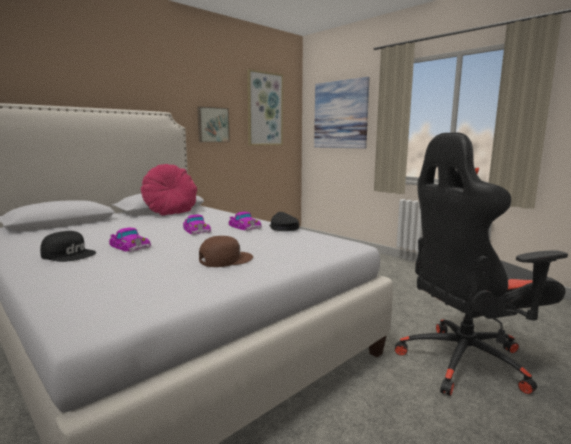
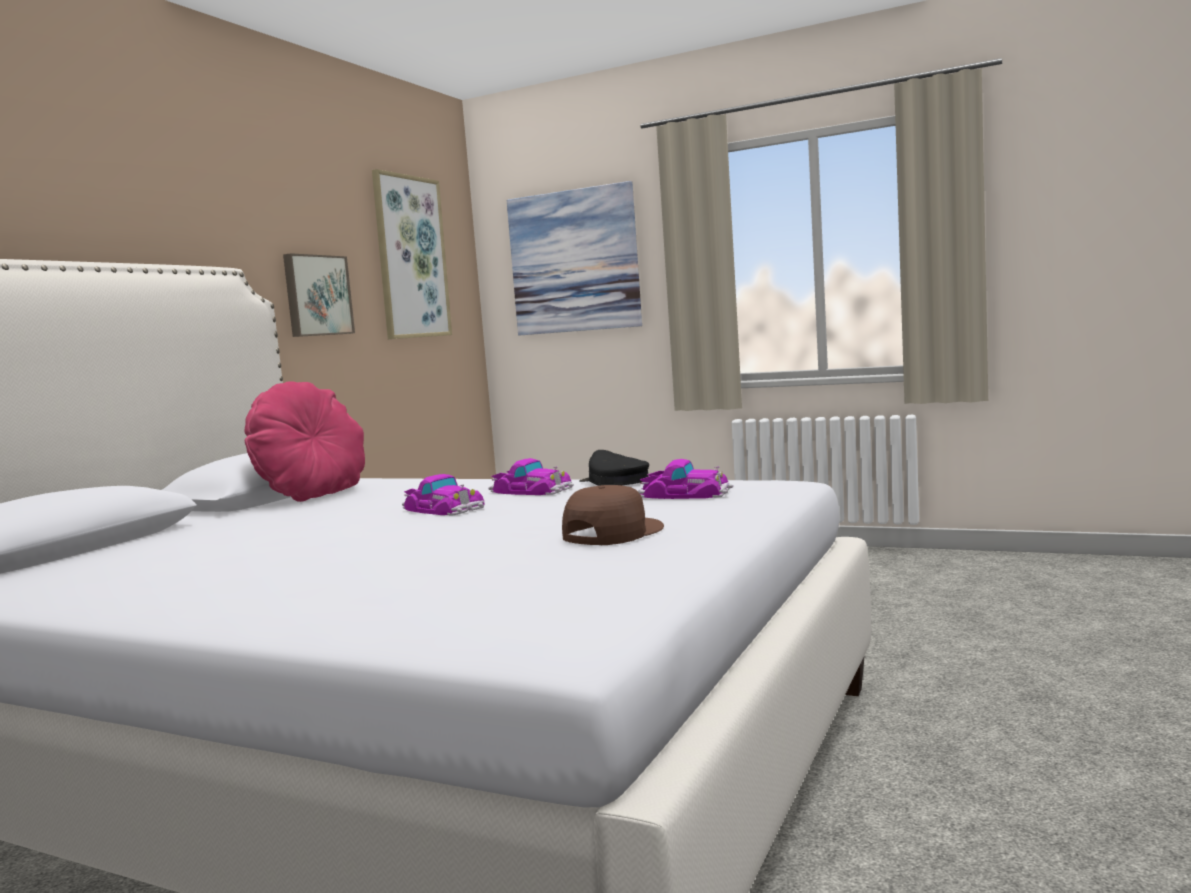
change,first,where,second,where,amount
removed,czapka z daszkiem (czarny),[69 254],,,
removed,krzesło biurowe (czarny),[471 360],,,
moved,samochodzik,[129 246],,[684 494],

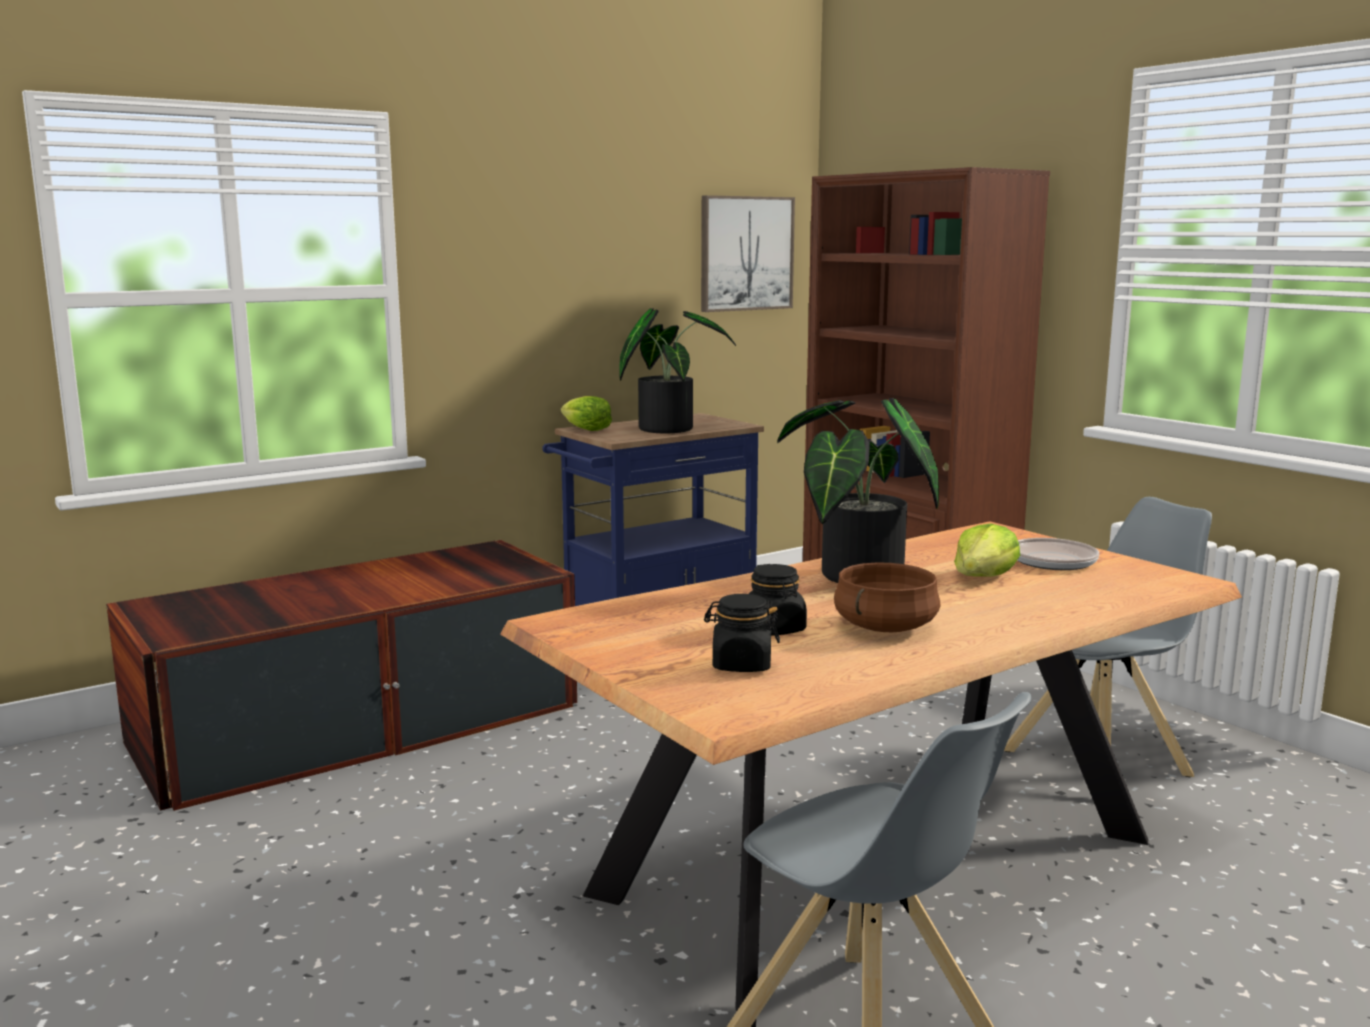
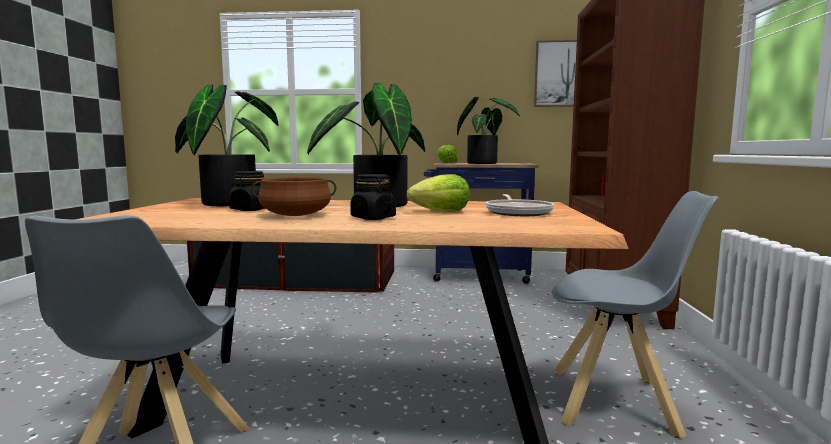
change,first,where,second,where,amount
added,,,roślina doniczkowa,[228 203],
moved,słoik (czarny),[741 665],,[373 218],

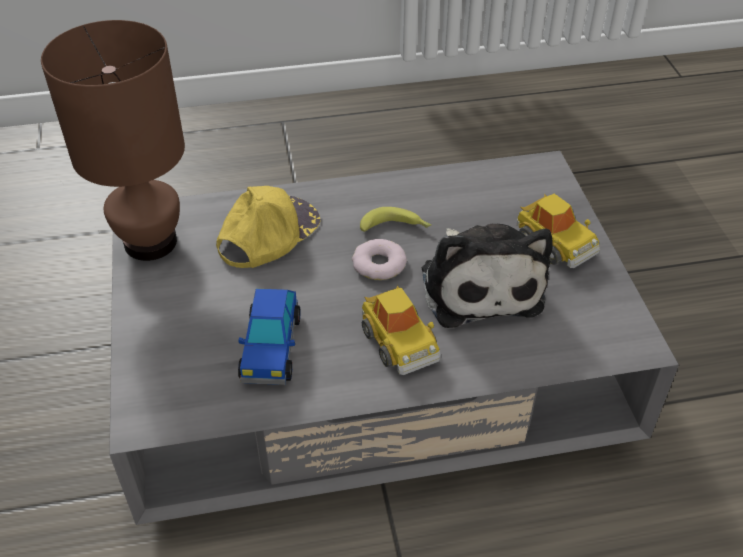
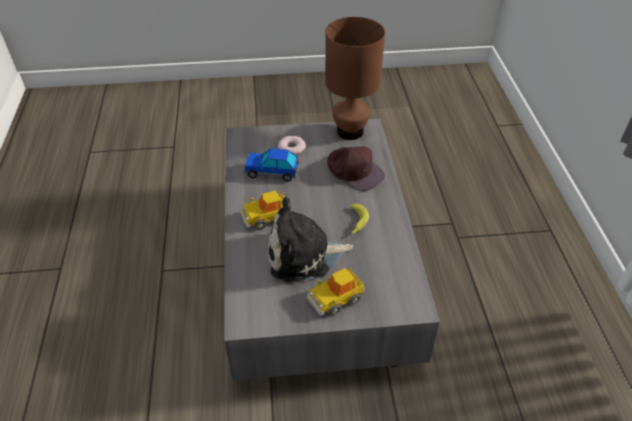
change,first,where,second,where,amount
moved,donut,[379 264],,[291 148],
recoloured,czapka z daszkiem (żółty),[267 233],czapka z daszkiem (brązowy),[354 171],

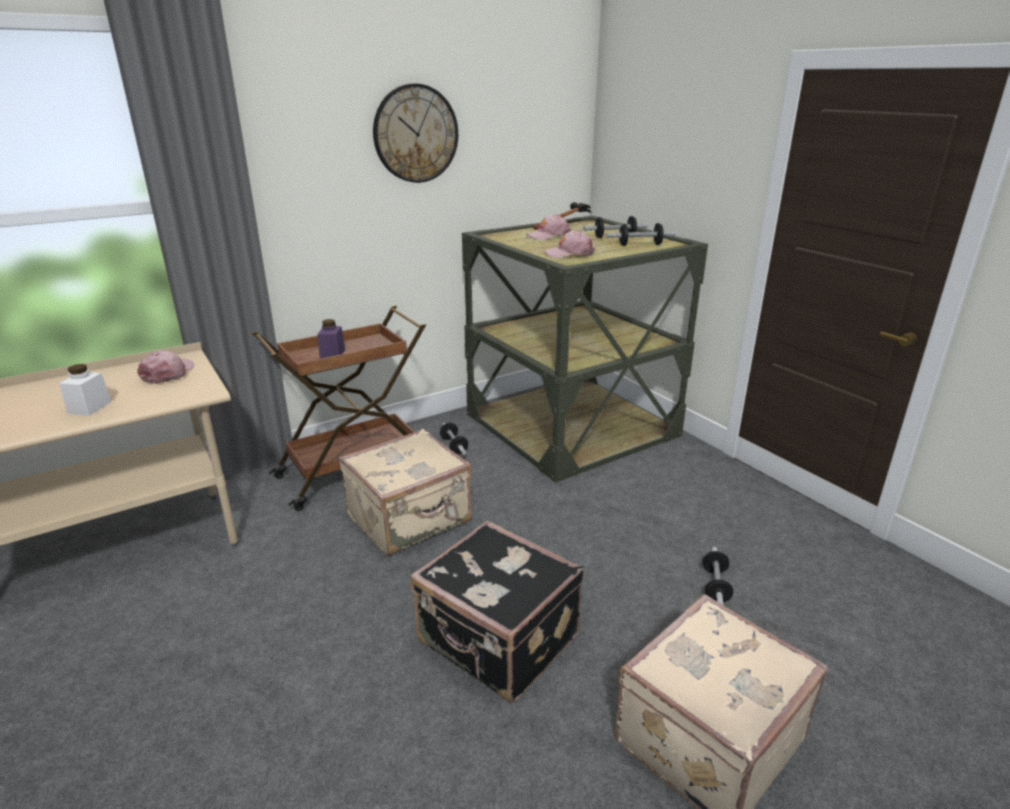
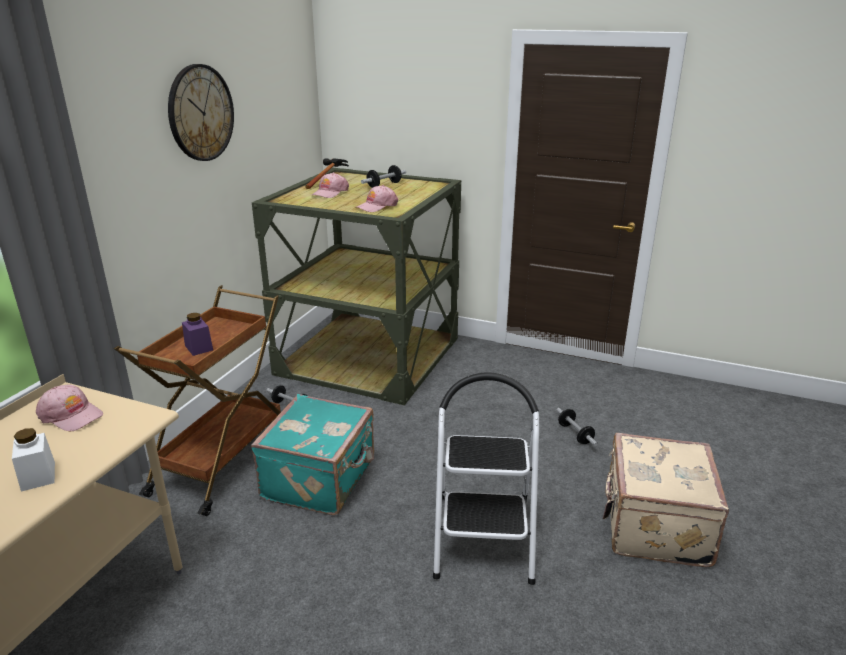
change,first,where,second,where,amount
removed,hantel,[640 245],,,
replaced,walizka (czarny),[497 641],drabinka,[484 534],
recoloured,walizka (beżowy),[410 519],walizka (turkusowy),[321 479],
turned,czapka z daszkiem (różowy),[168 373],,[71 415],150 degrees clockwise

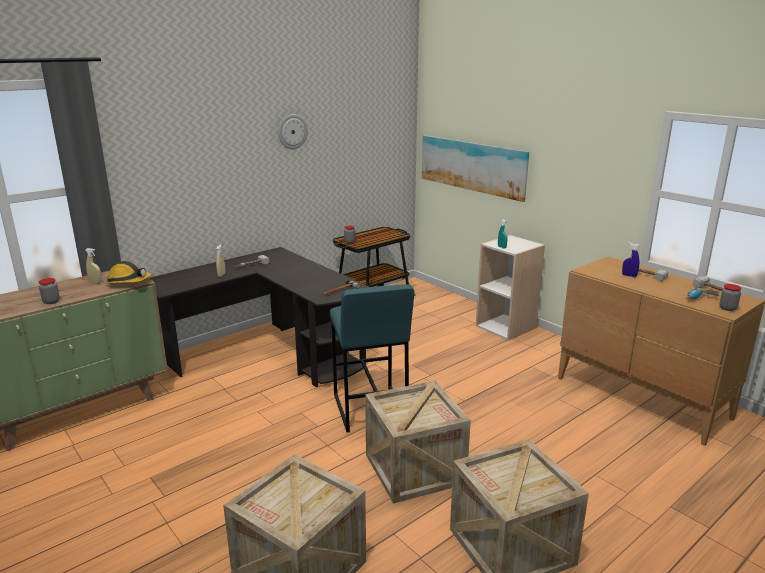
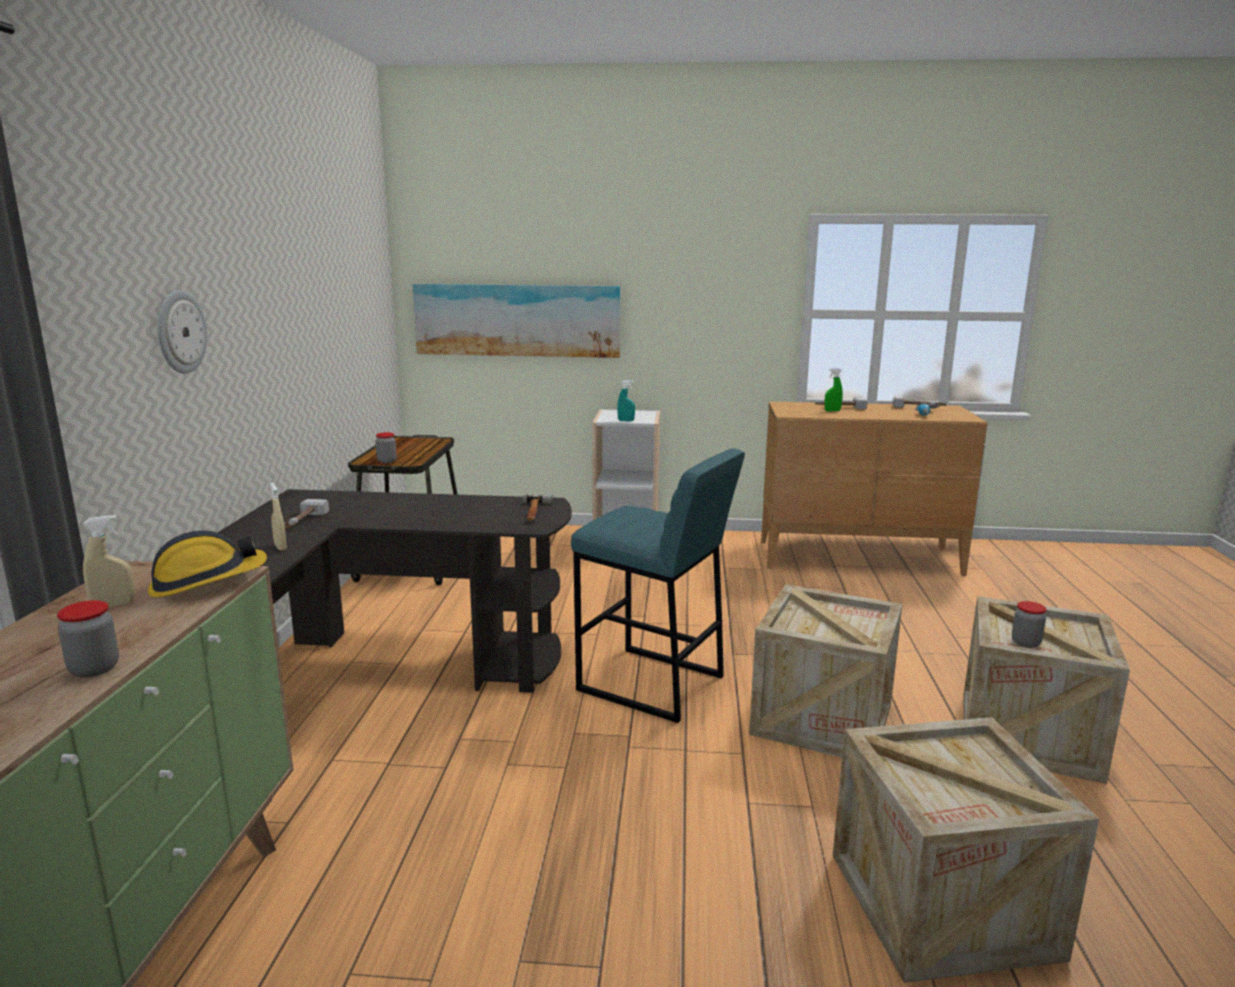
change,first,where,second,where,amount
moved,zegar ścienny,[292 131],,[180 332],
moved,słoik,[727 308],,[1025 643],
recoloured,spryskiwacz (niebieski),[629 276],spryskiwacz (zielony),[832 411],

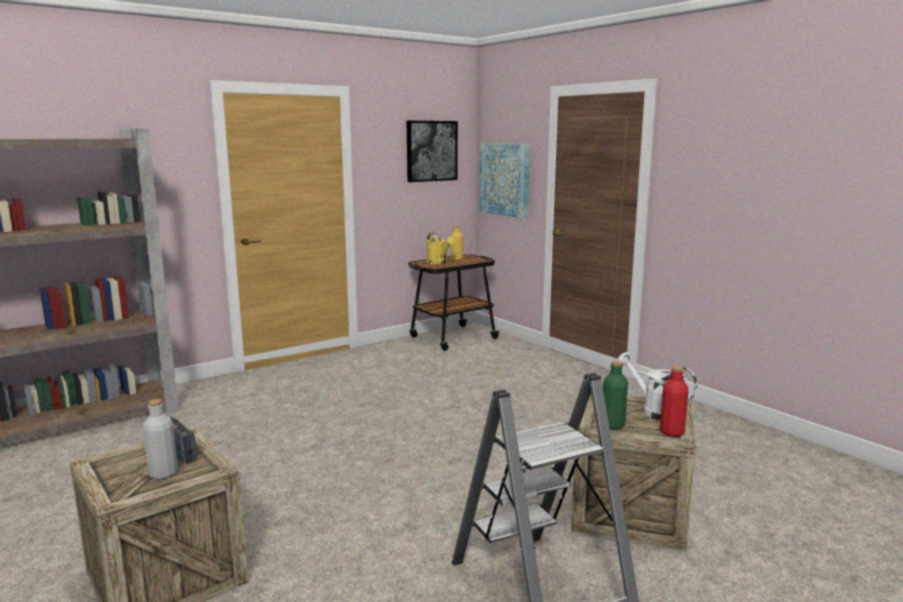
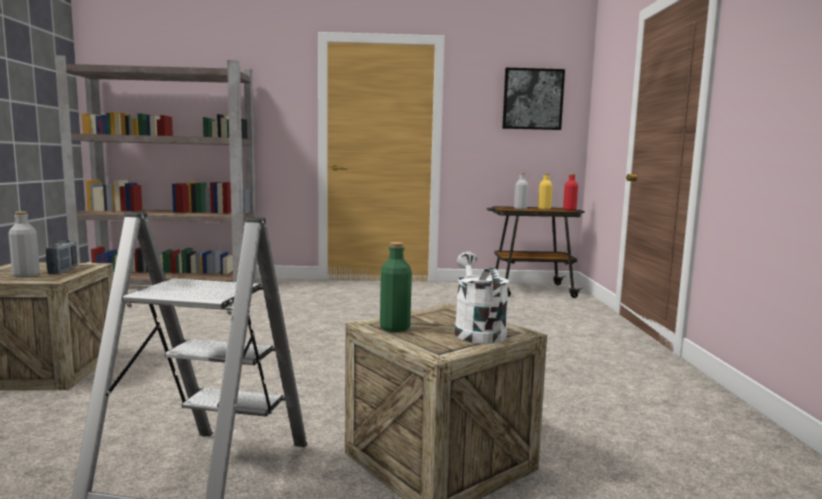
change,first,where,second,where,amount
removed,obraz,[505 179],,,
moved,butelka (czerwony),[671 432],,[569 210],
replaced,konewka (żółty),[439 262],butelka (szary),[520 209],

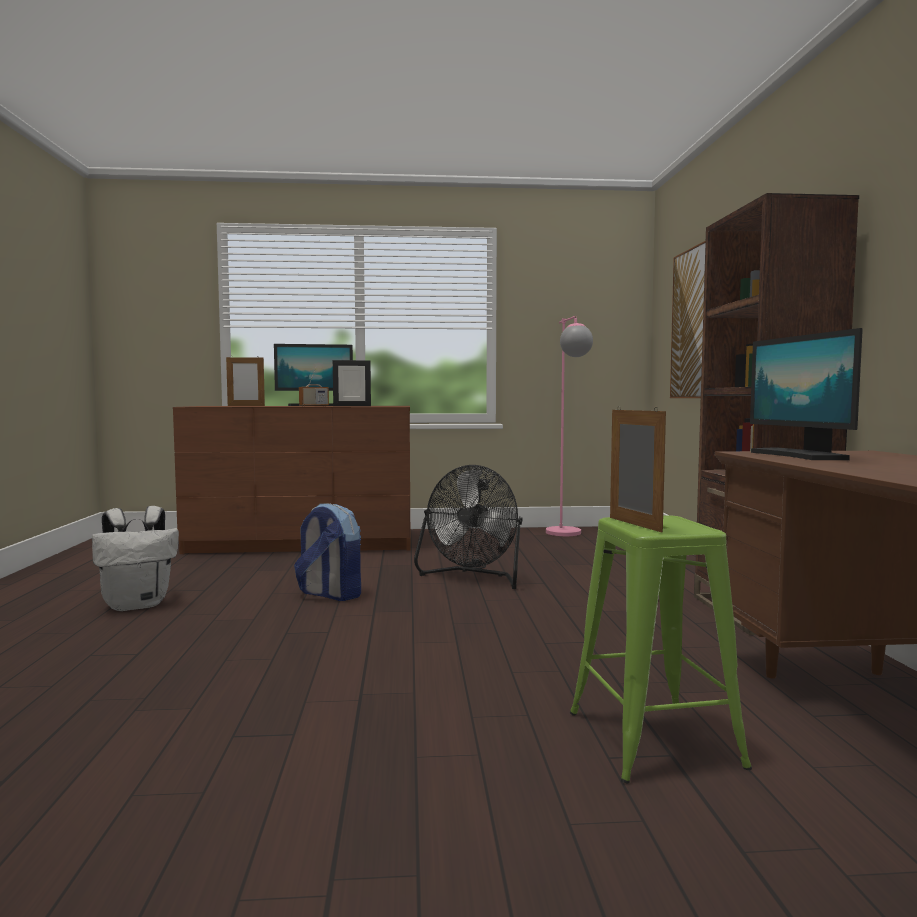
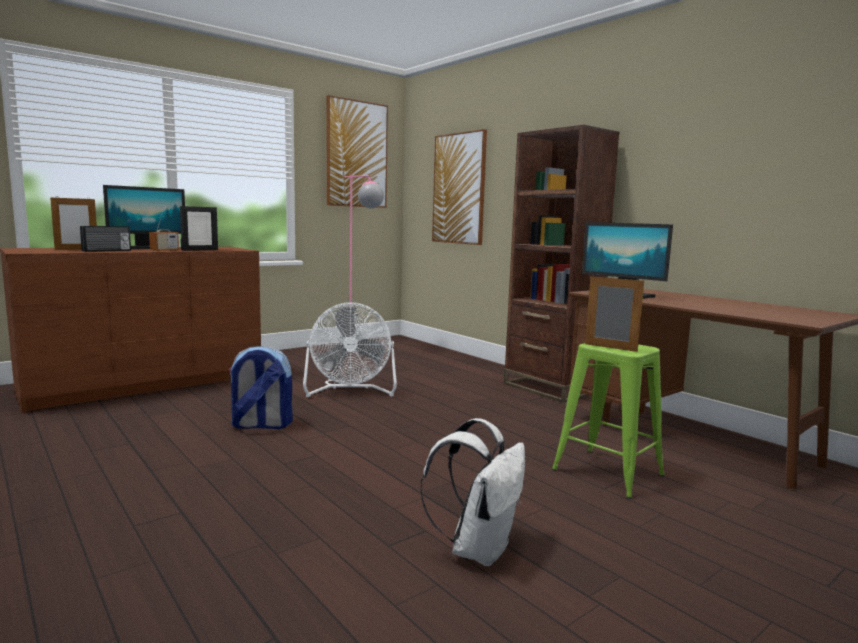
change,first,where,second,where,amount
added,,,radio,[107 251],
added,,,obraz,[356 154],
moved,plecak (biały),[138 604],,[478 549],
recoloured,wentylator (czarny),[472 576],wentylator (biały),[347 391],

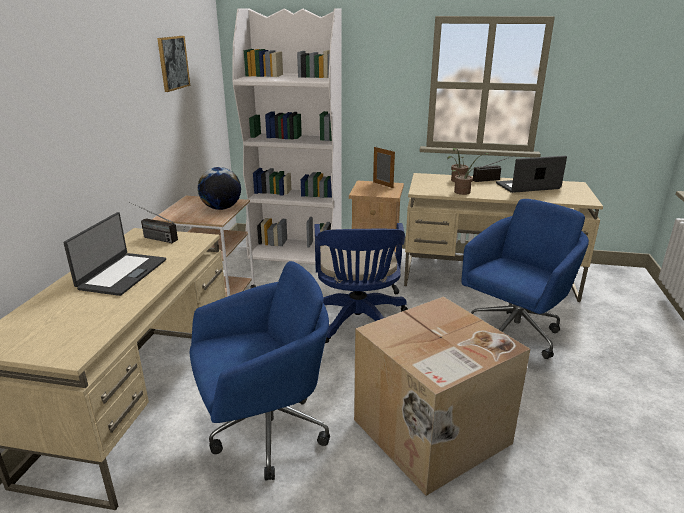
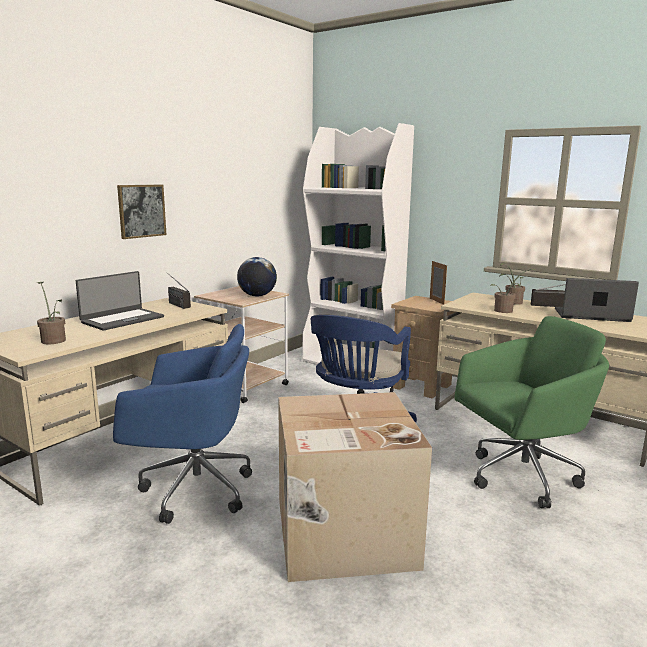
change,first,where,second,where,amount
added,,,roślina doniczkowa,[53 340],
moved,obraz,[173 63],,[141 211],
recoloured,krzesło biurowe (niebieski),[512 337],krzesło biurowe (zielony),[518 479],

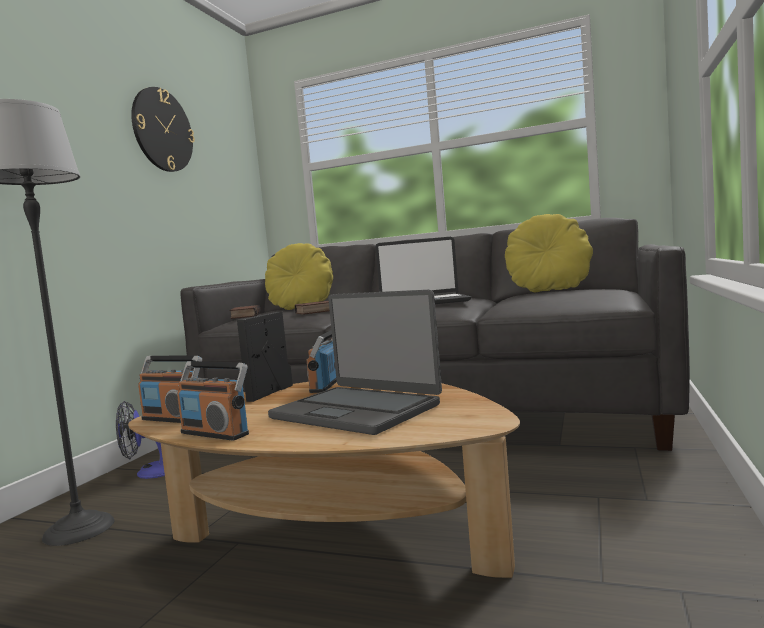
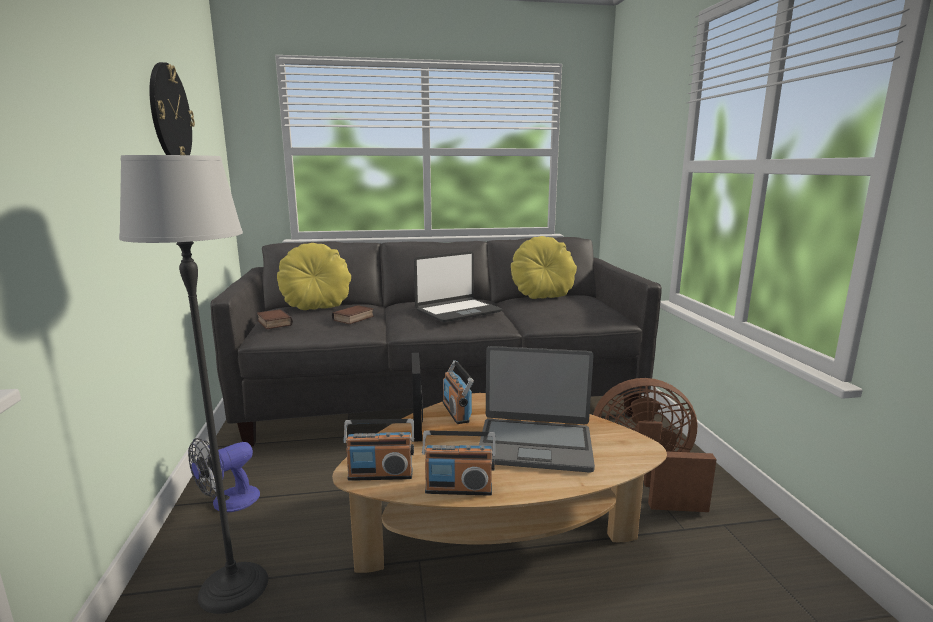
change,first,where,second,where,amount
added,,,wentylator (brązowy),[646 480],

